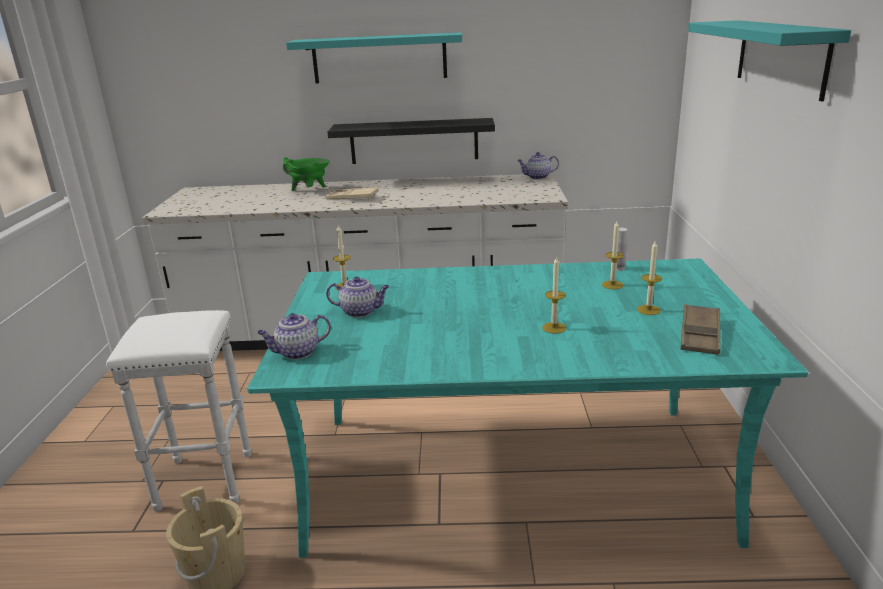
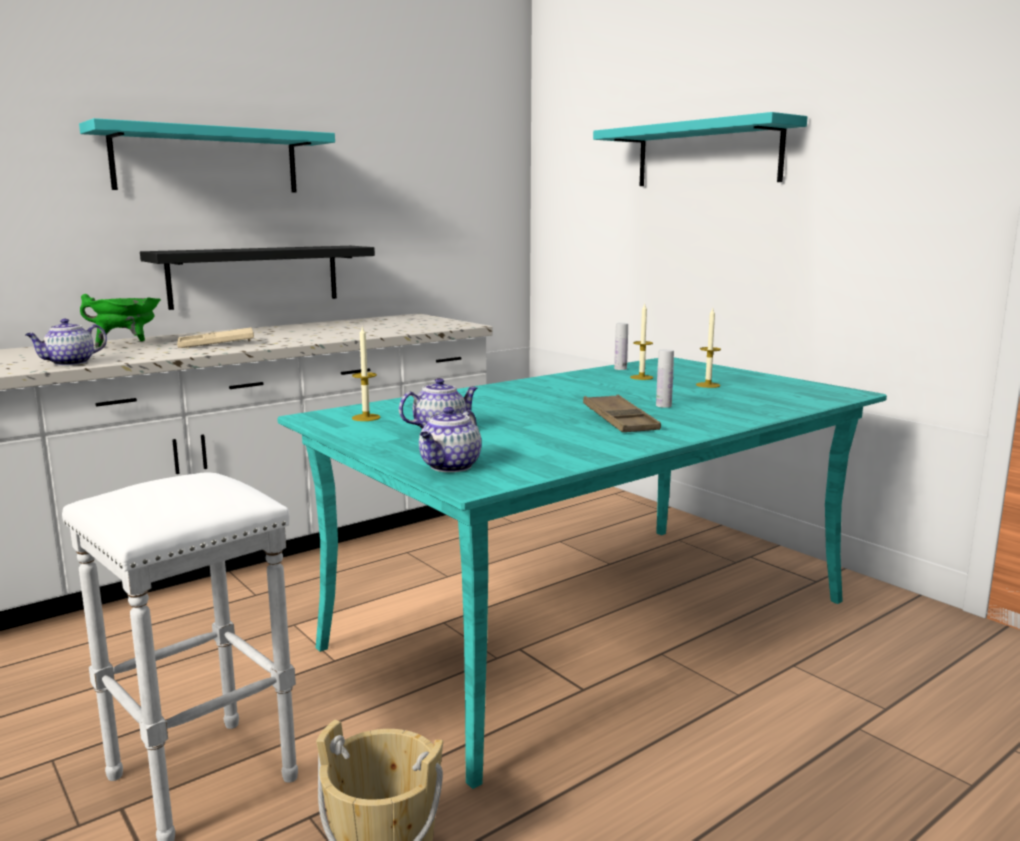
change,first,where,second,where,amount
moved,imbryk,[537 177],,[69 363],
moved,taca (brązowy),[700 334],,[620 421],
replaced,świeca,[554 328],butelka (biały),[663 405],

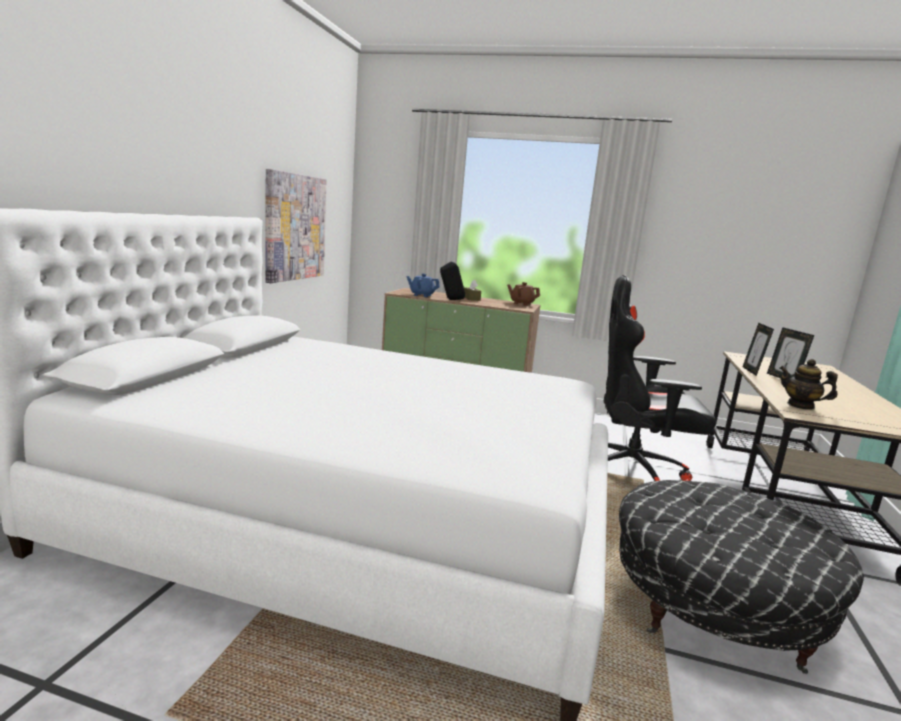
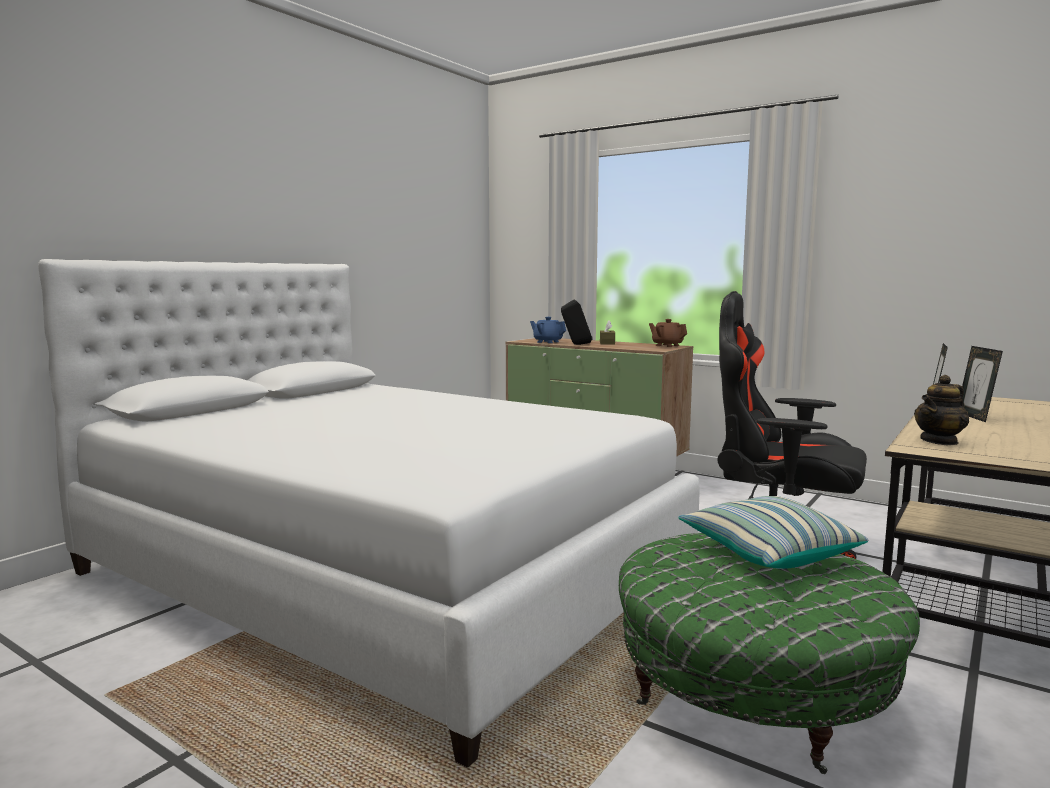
change,first,where,second,where,amount
removed,obraz,[295 227],,,
added,,,poduszka,[767 553],
recoloured,pufa (czarny),[713 609],pufa (zielony),[753 694],
turned,imbryk,[800 405],,[939 441],90 degrees counterclockwise

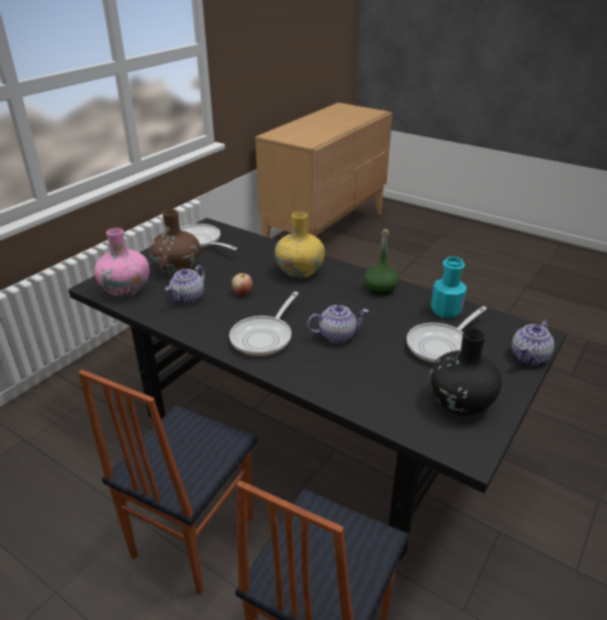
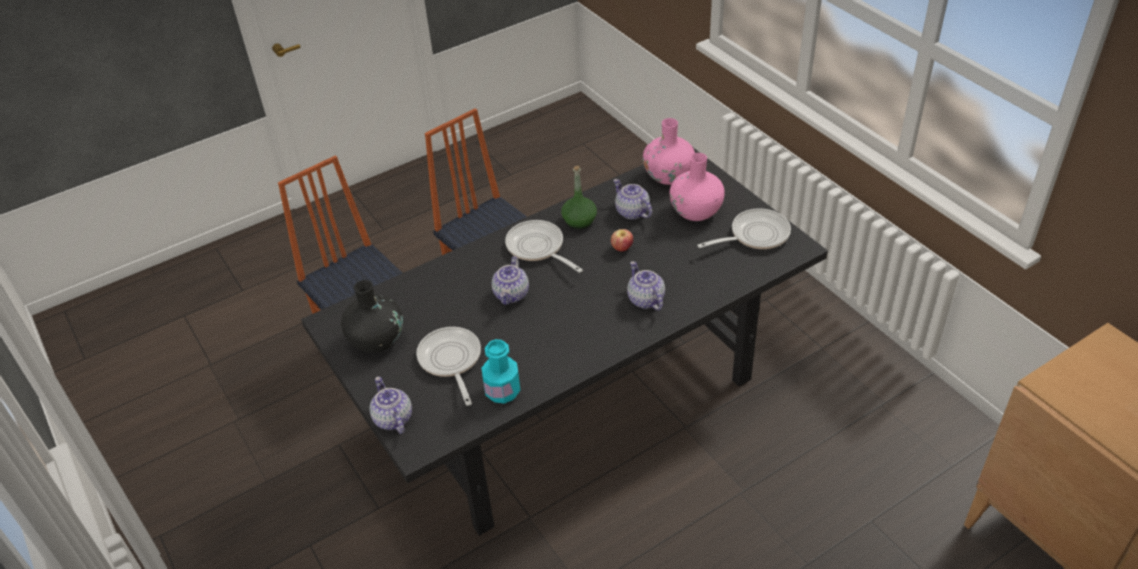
change,first,where,second,where,amount
moved,butelka (zielony),[380 288],,[579 221],
replaced,wazon (żółty),[300 271],imbryk,[645 299],
recoloured,wazon (brązowy),[178 268],wazon (różowy),[696 212],

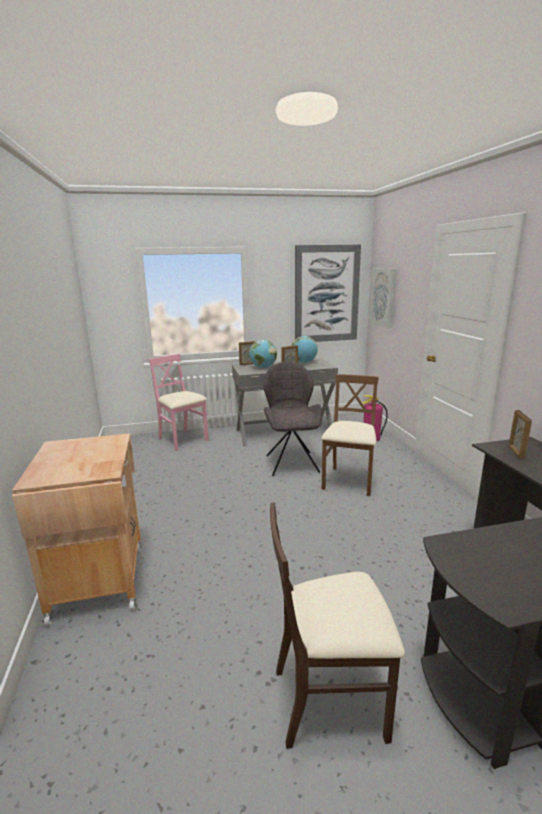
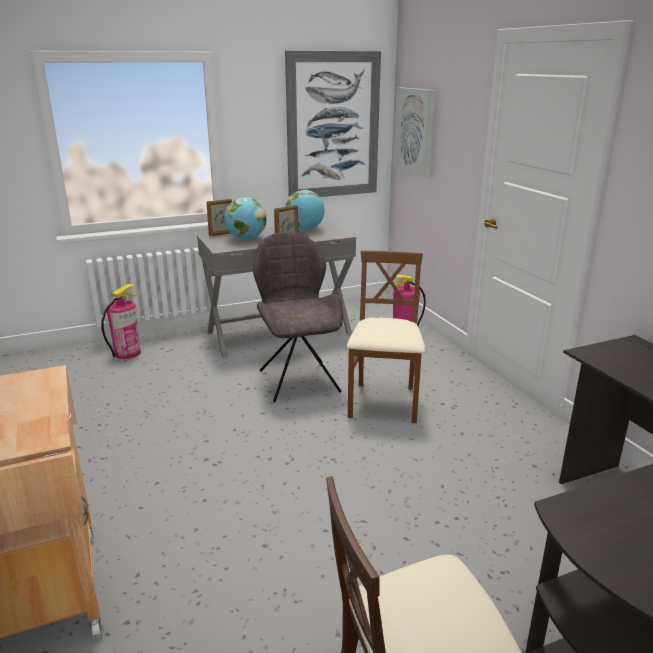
change,first,where,second,where,amount
removed,ramka na zdjęcie,[516 453],,,
replaced,krzesło (różowy),[182 440],gaśnica,[127 353],

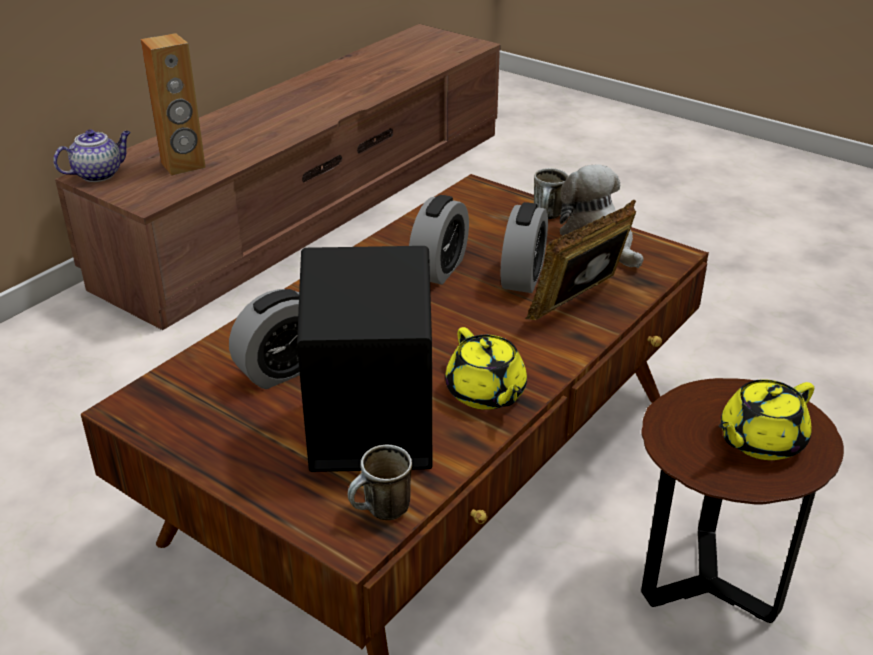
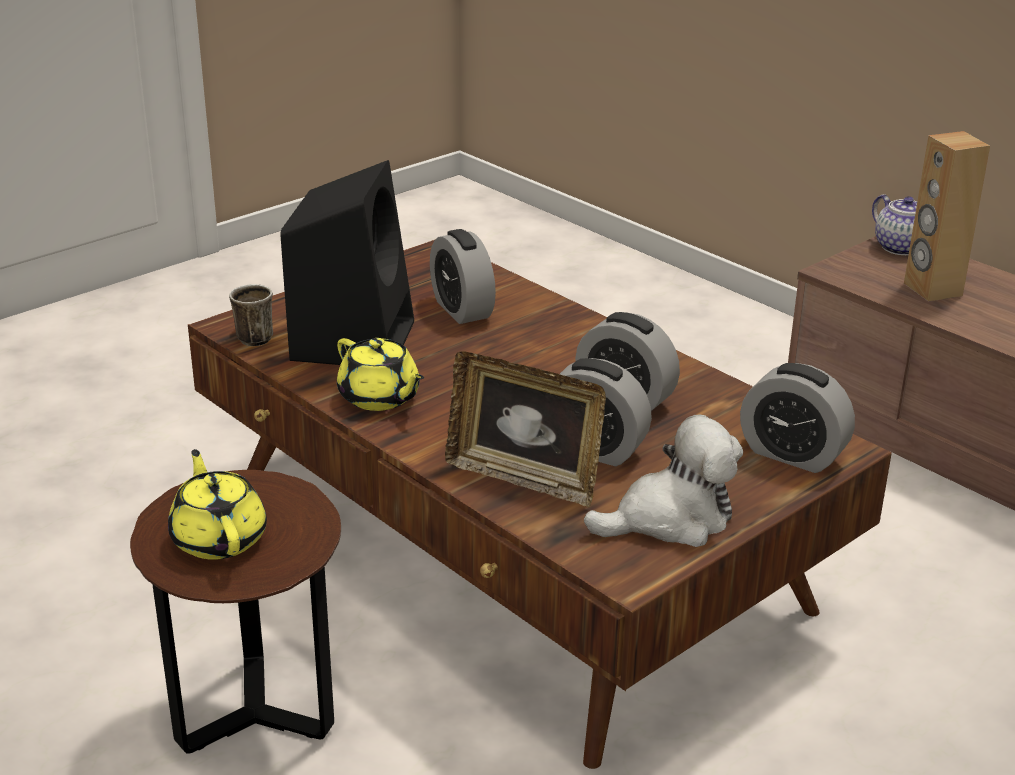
change,first,where,second,where,amount
removed,kubek,[549 216],,,
added,,,budzik,[792 454],
turned,imbryk (żółty),[486 393],,[380 398],120 degrees counterclockwise
turned,ramka na zdjęcie,[580 303],,[524 478],150 degrees clockwise

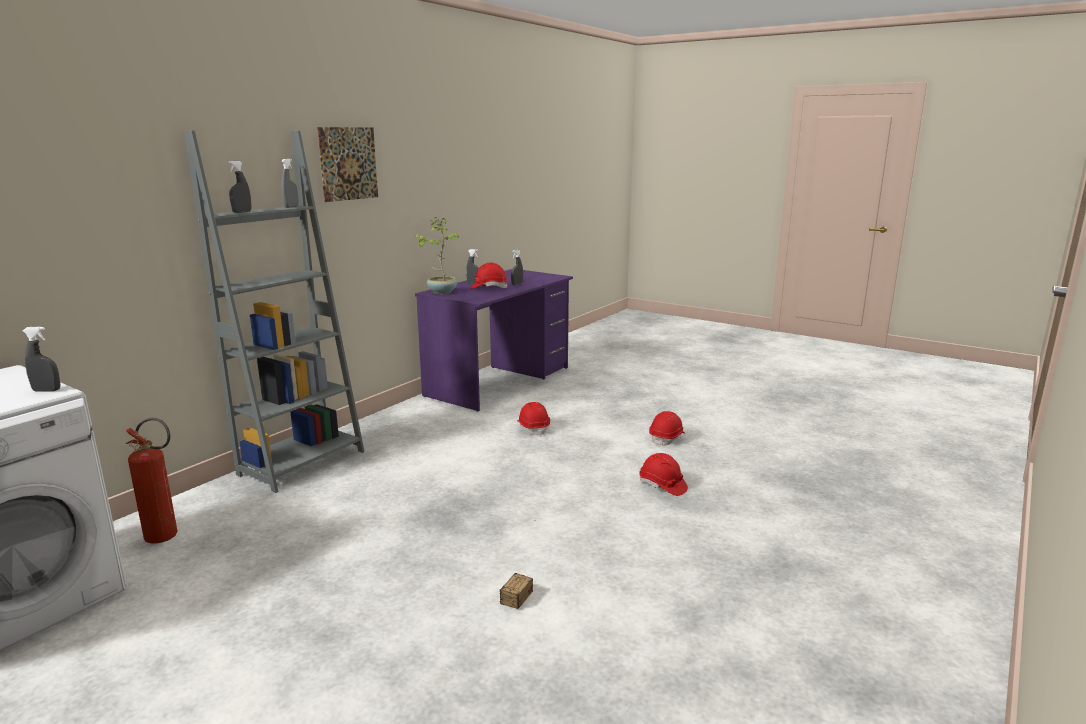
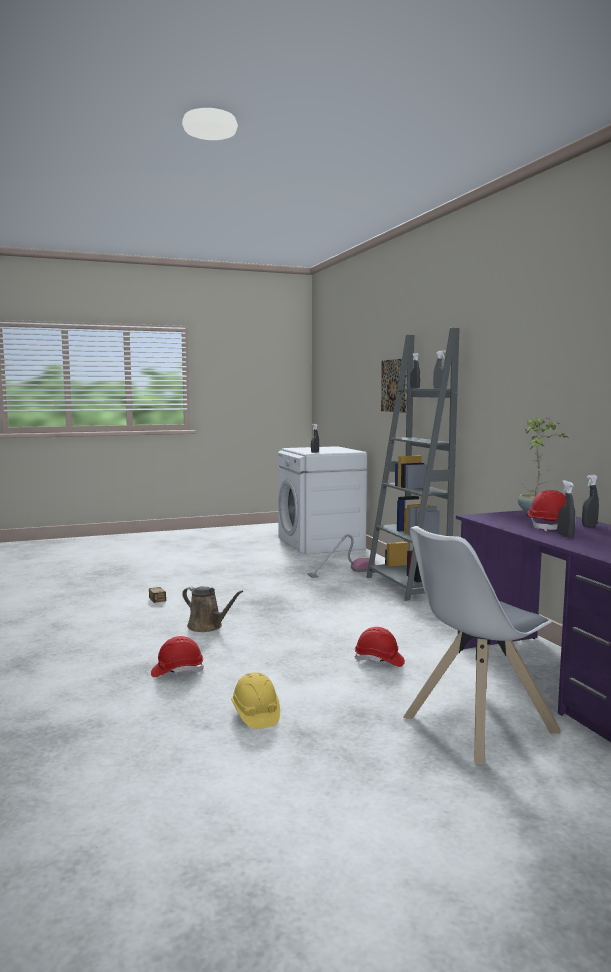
change,first,where,second,where,amount
removed,gaśnica,[167 537],,,
added,,,konewka (brązowy),[207 626],
added,,,odkurzacz,[341 573],
added,,,krzesło,[476 726],
moved,obraz,[348 163],,[394 385],
recoloured,kask (czerwony),[667 438],kask (żółty),[255 714],

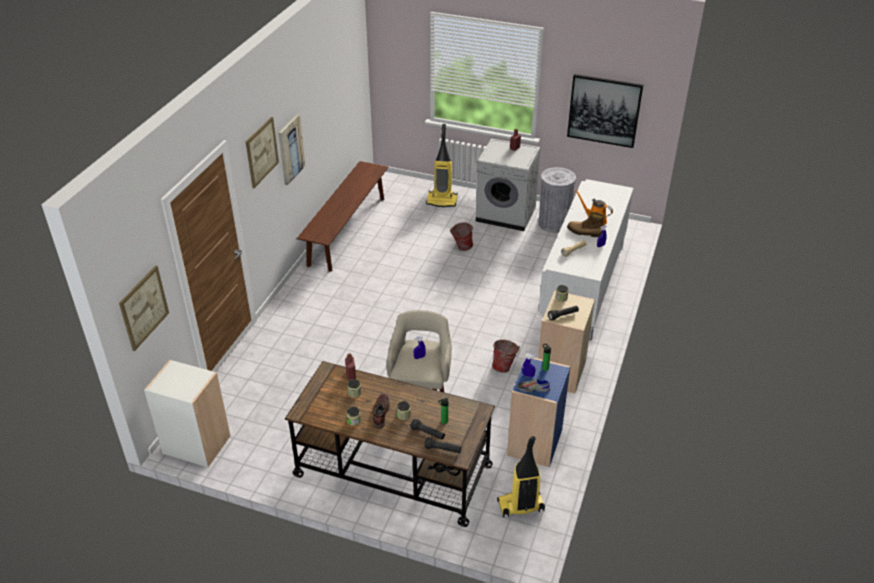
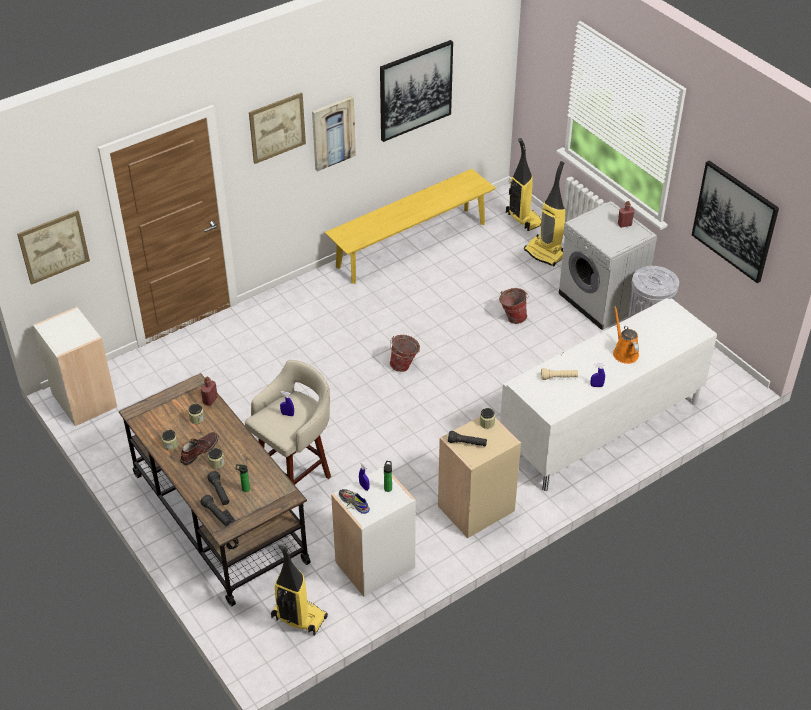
change,first,where,second,where,amount
removed,but z cholewką,[584 232],,,
added,,,obraz,[415 90],
added,,,odkurzacz,[523 219],
moved,wiadro,[504 367],,[404 366],
recoloured,ławka (brązowy),[347 231],ławka (żółty),[411 244],
recoloured,regał (niebieski),[535 443],regał (biały),[375 566],

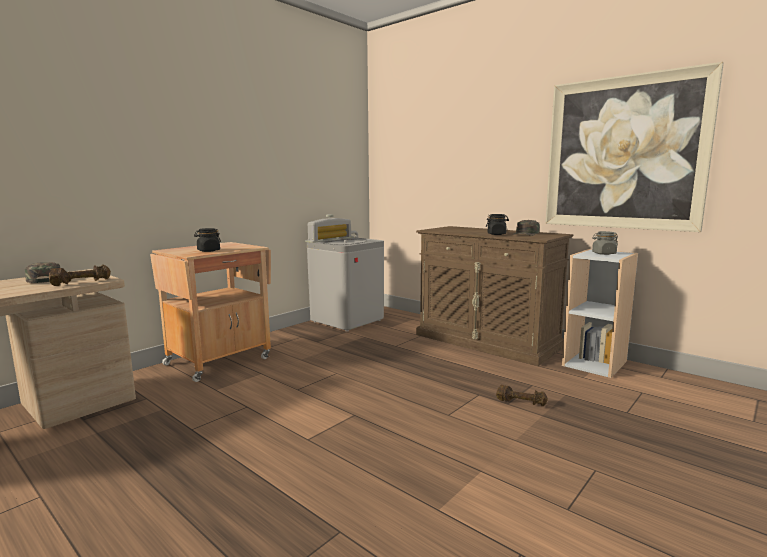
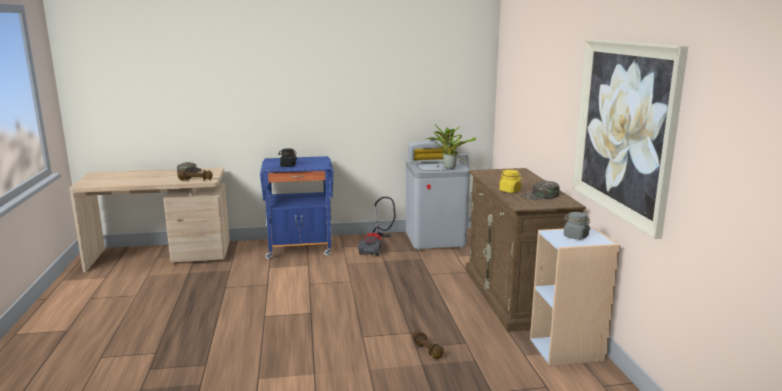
change,first,where,second,where,amount
added,,,odkurzacz,[375 248],
added,,,roślina doniczkowa,[448 167],
recoloured,wózek (brązowy),[220 360],wózek (niebieski),[300 248],
recoloured,słoik (czarny),[496 234],słoik (żółty),[510 191],

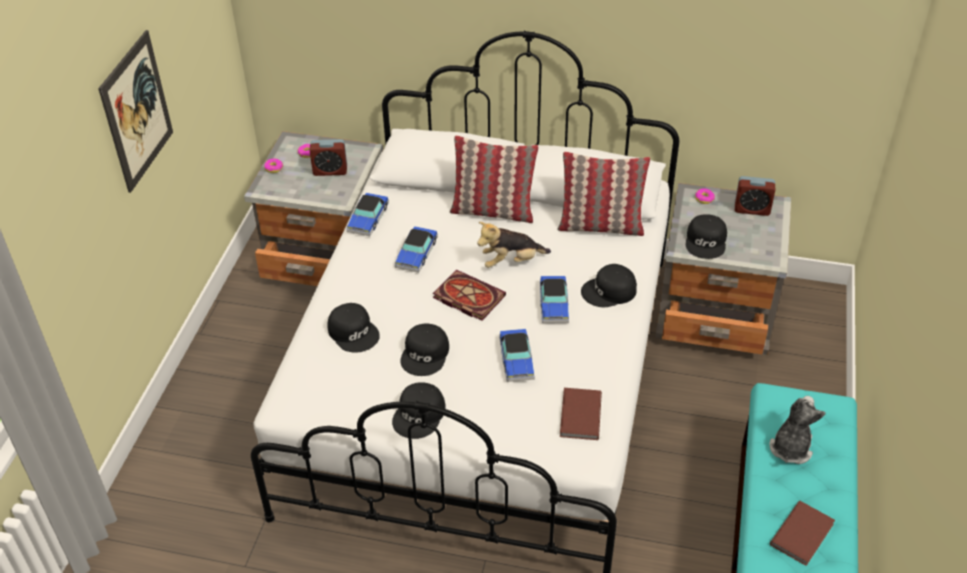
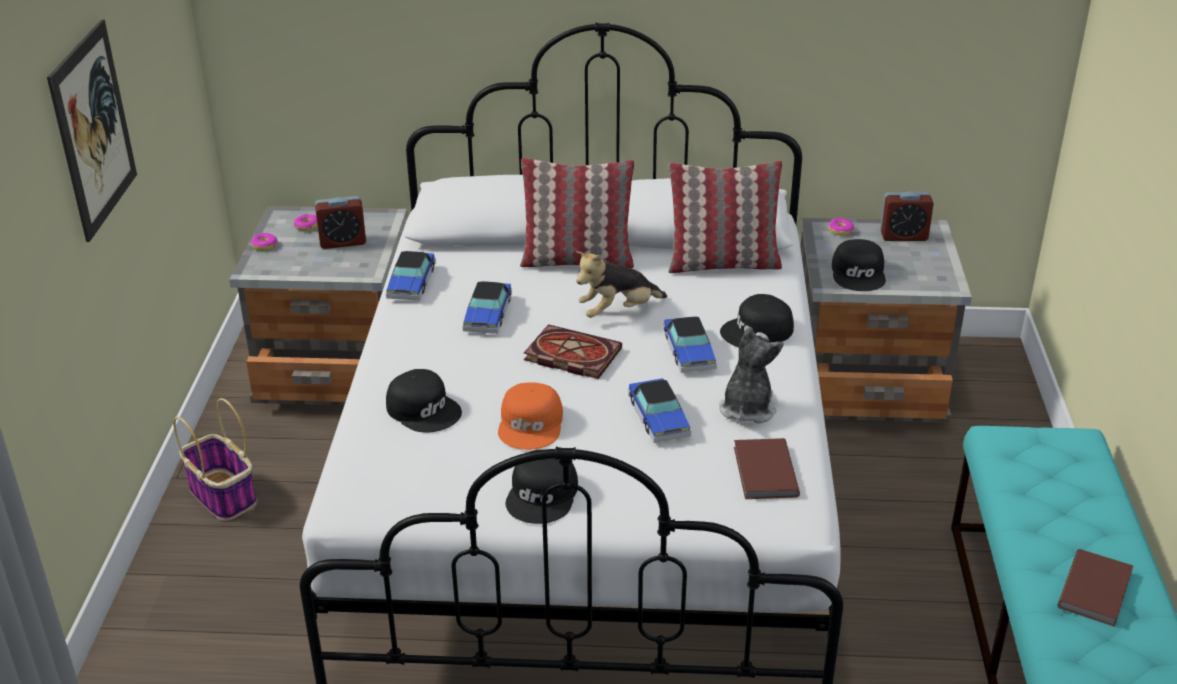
change,first,where,second,where,amount
added,,,koszyk,[223 495],
moved,pluszak,[790 448],,[747 408],
recoloured,czapka z daszkiem (czarny),[426 354],czapka z daszkiem (pomarańczowy),[532 424],

